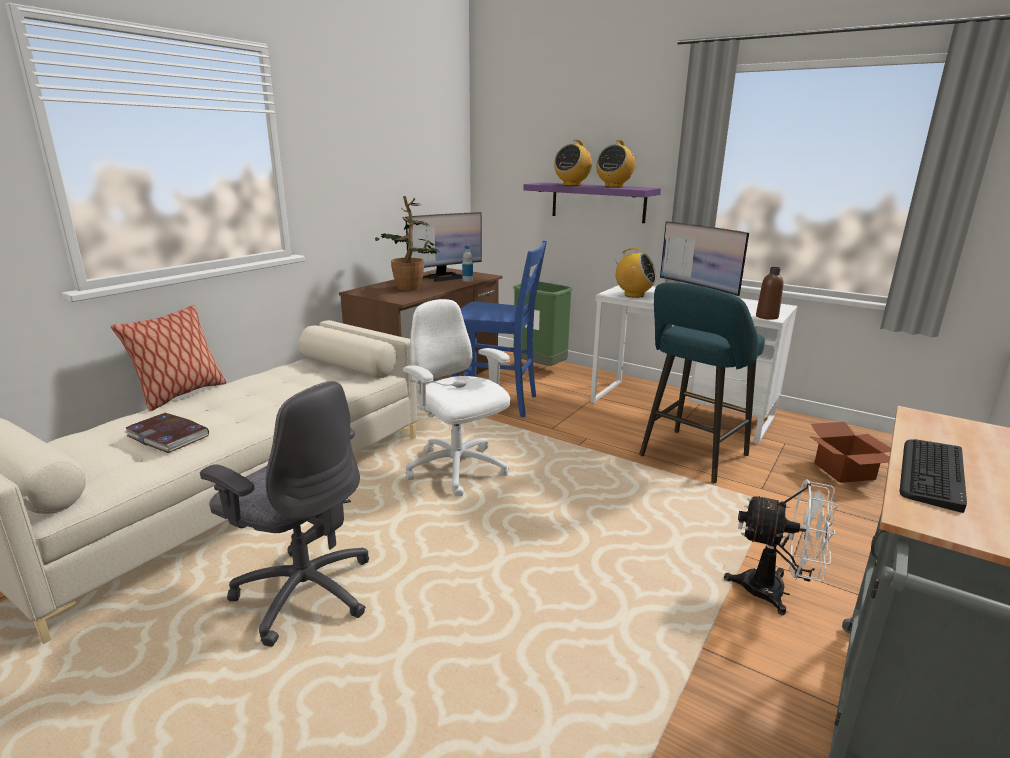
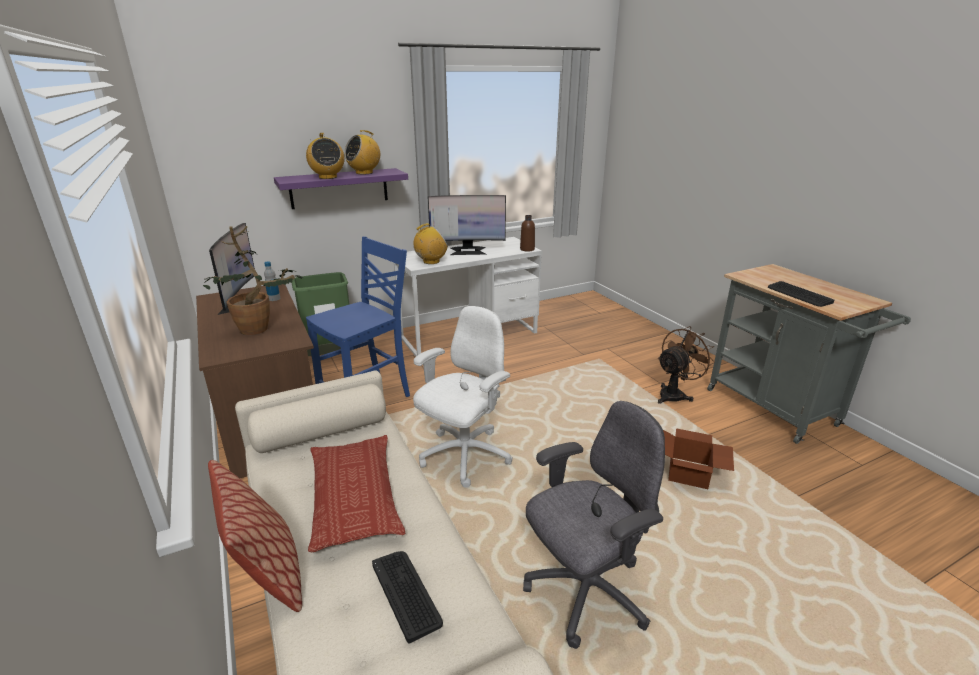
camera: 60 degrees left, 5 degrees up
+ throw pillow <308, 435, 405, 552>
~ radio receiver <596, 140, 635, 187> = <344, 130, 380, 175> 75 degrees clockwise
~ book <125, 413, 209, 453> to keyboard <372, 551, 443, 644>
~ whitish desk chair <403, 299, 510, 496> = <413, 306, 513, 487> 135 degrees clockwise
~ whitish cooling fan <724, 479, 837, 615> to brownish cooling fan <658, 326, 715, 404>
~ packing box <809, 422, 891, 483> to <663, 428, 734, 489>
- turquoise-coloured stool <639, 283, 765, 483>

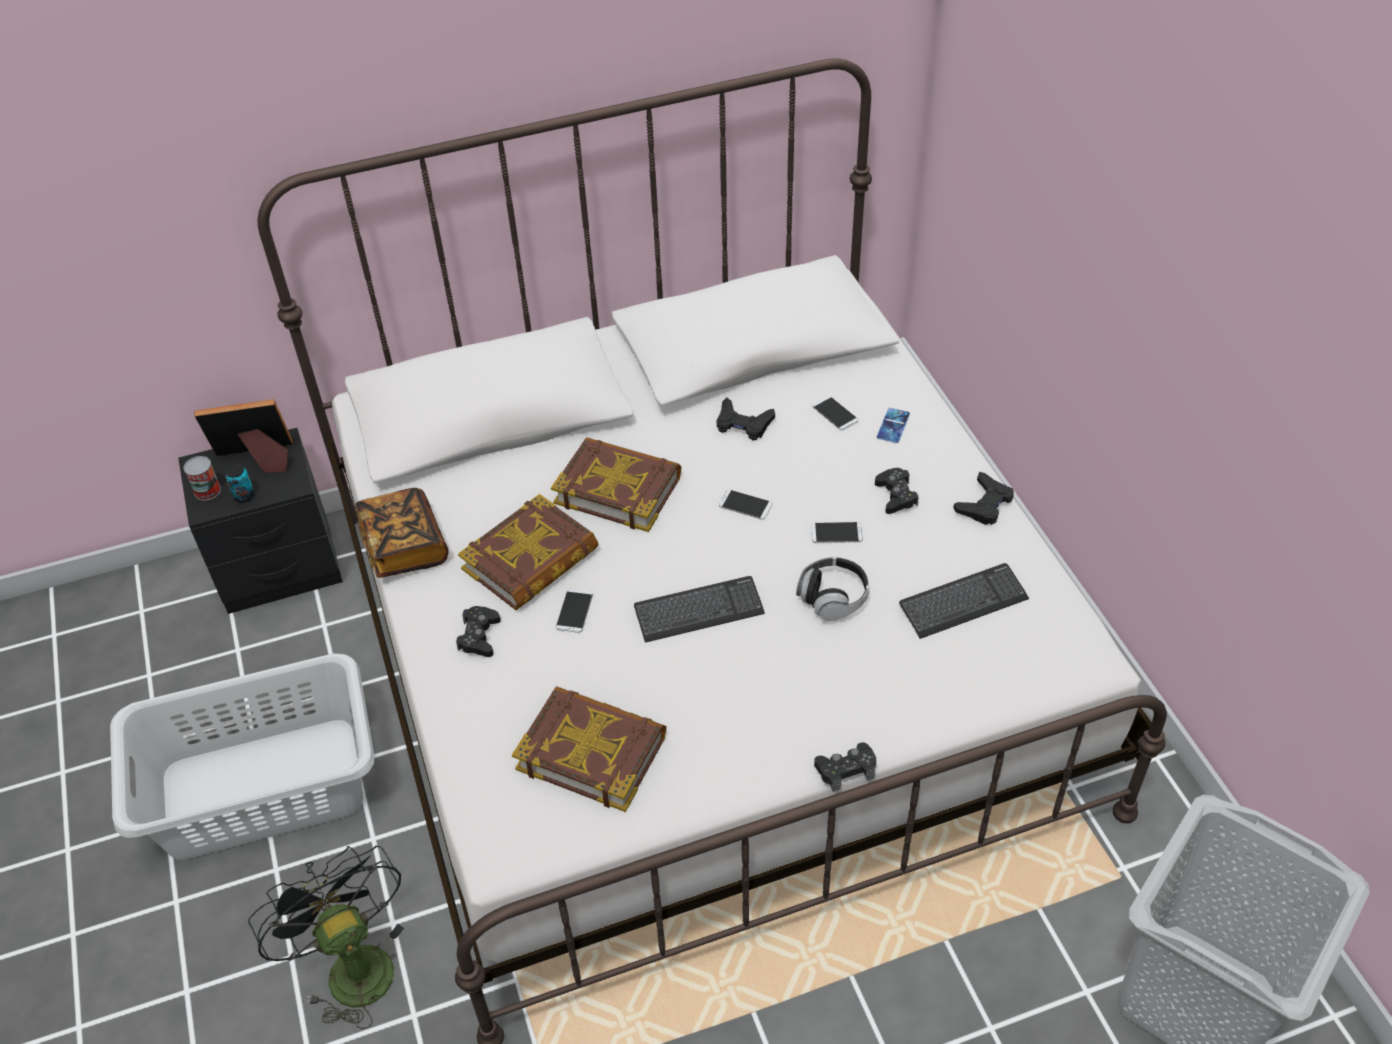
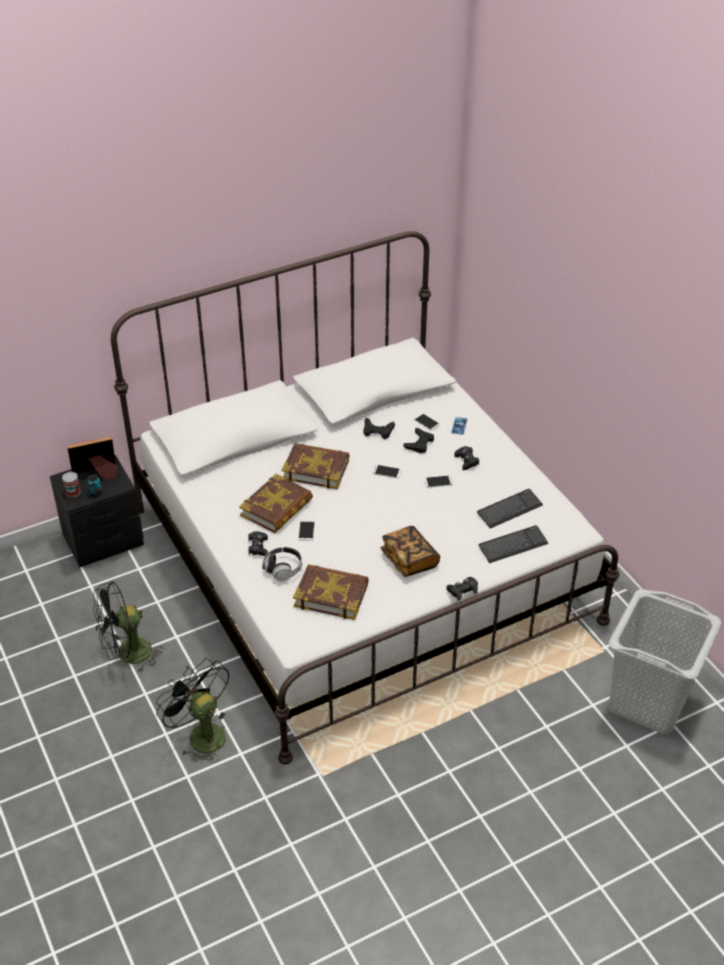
camera: 10 degrees left, 5 degrees down
~ greyish washing basket <110, 653, 374, 860> to black-coloured cooling fan <93, 581, 164, 673>
~ headphones <796, 557, 869, 621> to <262, 547, 302, 581>
~ book <355, 488, 448, 578> to <381, 526, 440, 577>
~ black-coloured gamepad <953, 472, 1014, 525> to <403, 428, 434, 453>
~ keyboard <634, 576, 765, 643> to <479, 525, 548, 563>

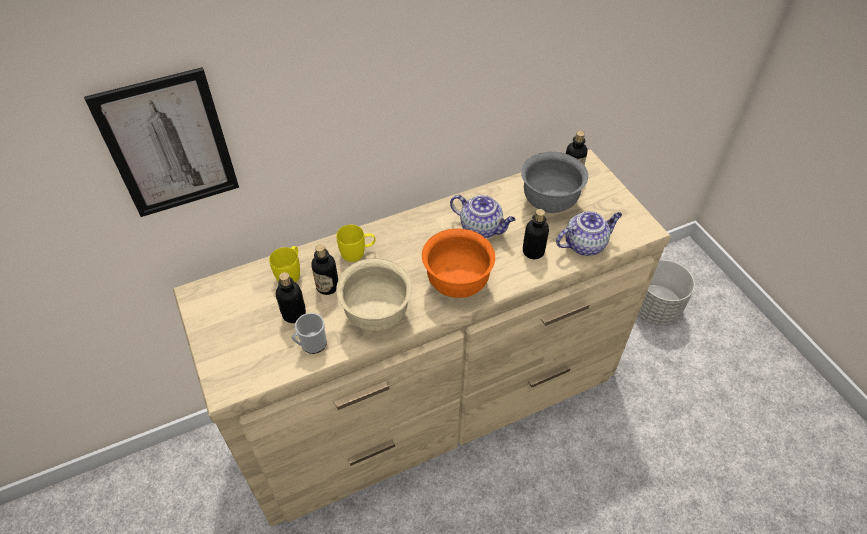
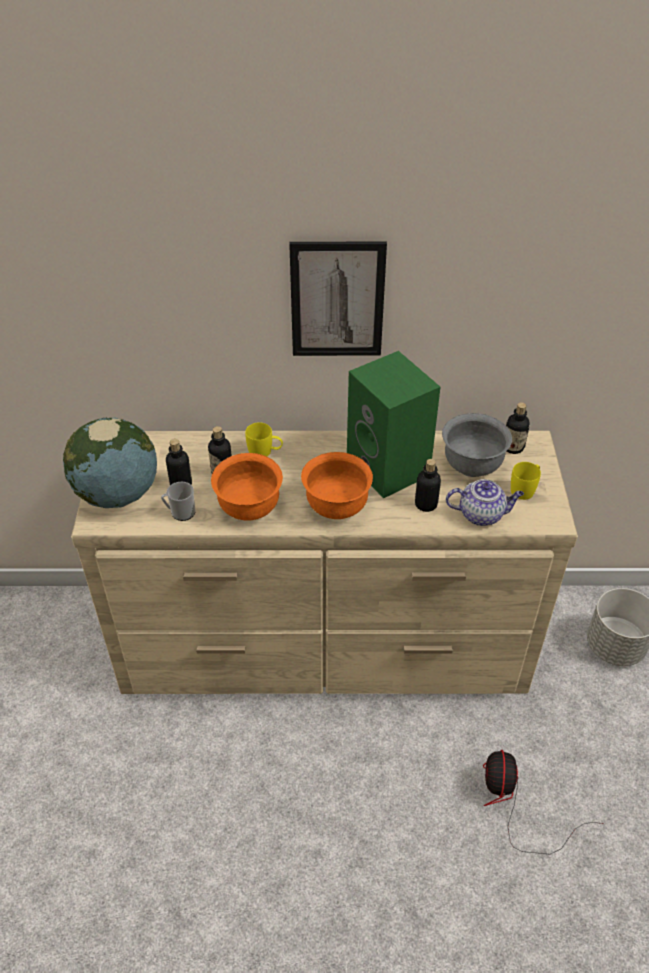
camera: 25 degrees right, 5 degrees down
+ world globe <63, 418, 157, 508>
~ sand-coloured deep dish <336, 258, 412, 331> to orange deep dish <211, 453, 283, 521>
~ wall art <84, 67, 239, 217> to <289, 242, 387, 356>
~ tea pot <450, 195, 516, 238> to greenish speaker <347, 351, 440, 498>
+ cooling fan <483, 750, 604, 854>
~ yellow mug <269, 246, 300, 283> to <511, 462, 541, 500>

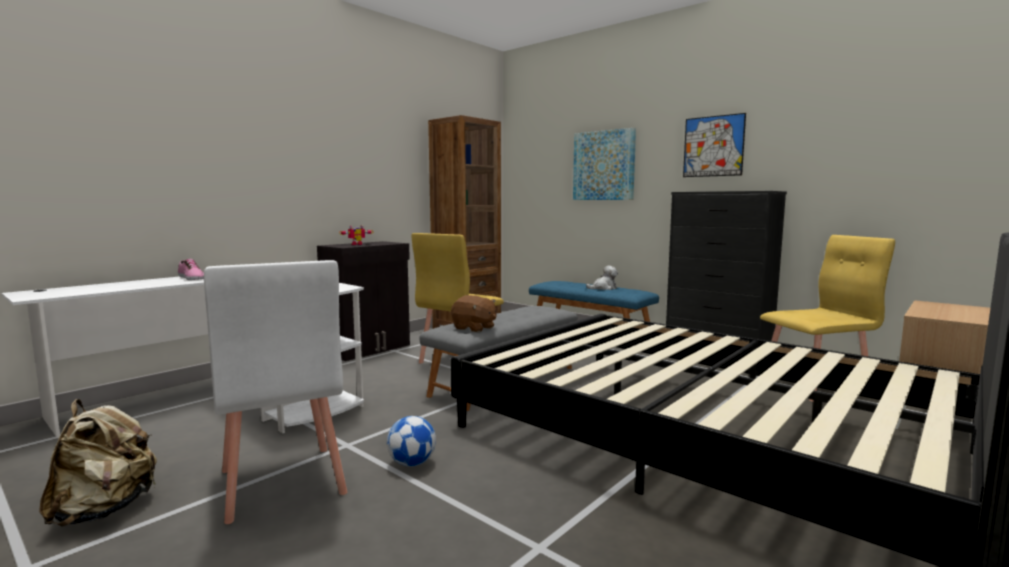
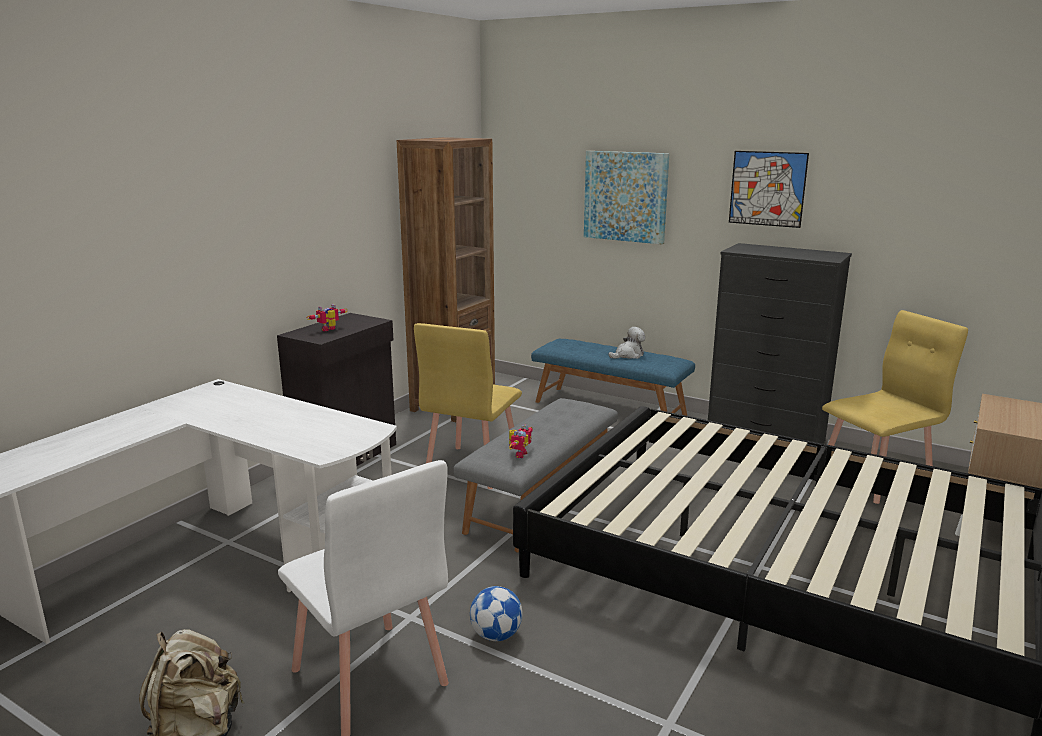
camera: 10 degrees left, 10 degrees up
~ brownish plush toy <451, 295, 497, 332> to toy robot <509, 424, 533, 458>
- item of footwear <178, 259, 204, 280>

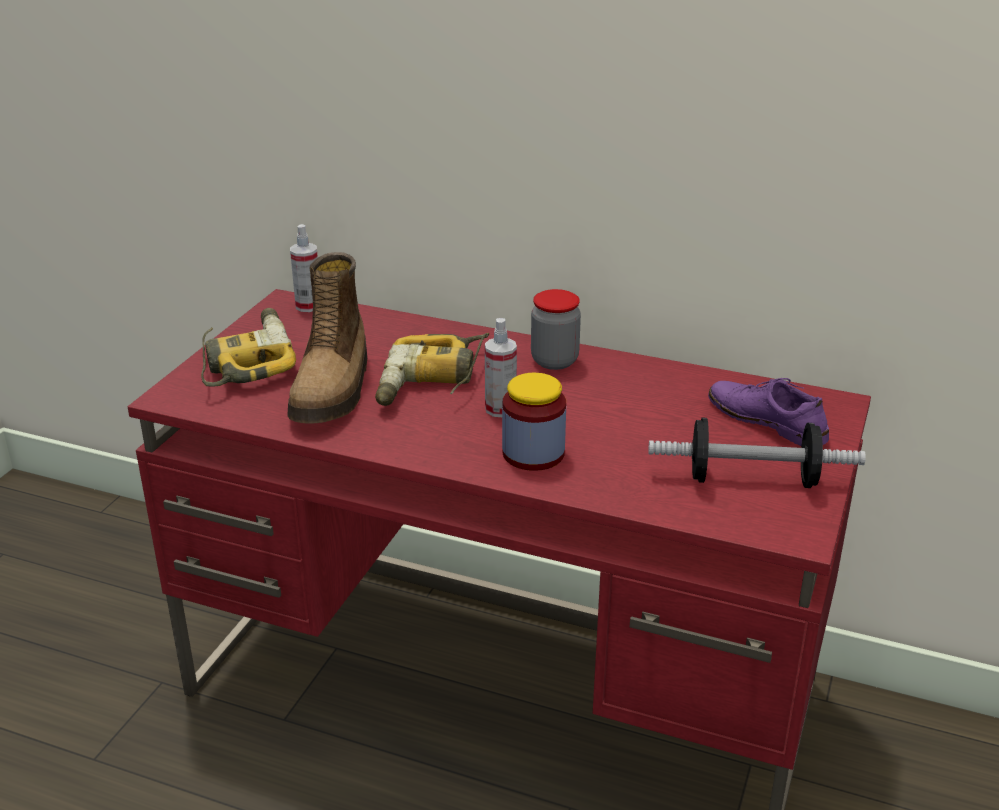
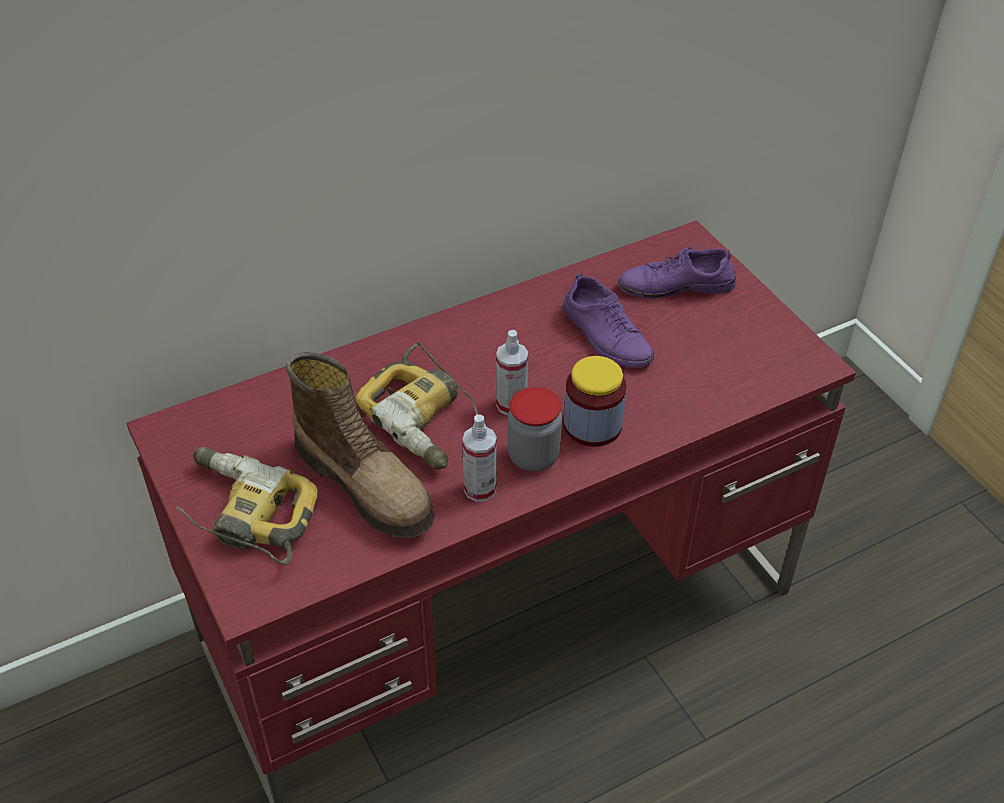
camera: 50 degrees left, 15 degrees up
~ spray bottle <290, 224, 318, 312> to <462, 414, 497, 502>
~ preserve jar <531, 289, 581, 370> to <507, 387, 562, 472>
+ purplish item of footwear <563, 272, 654, 367>
- free weight <648, 418, 866, 488>

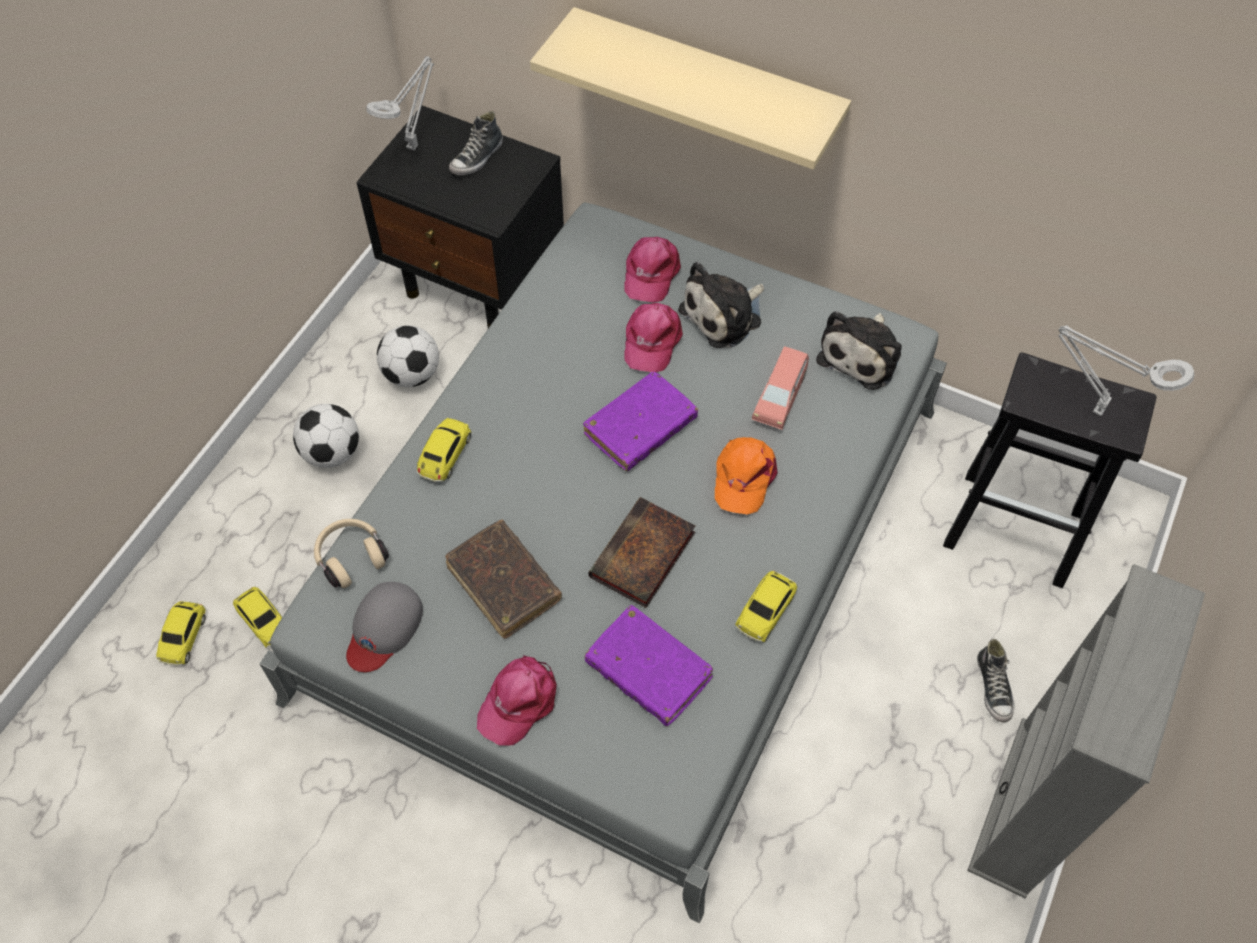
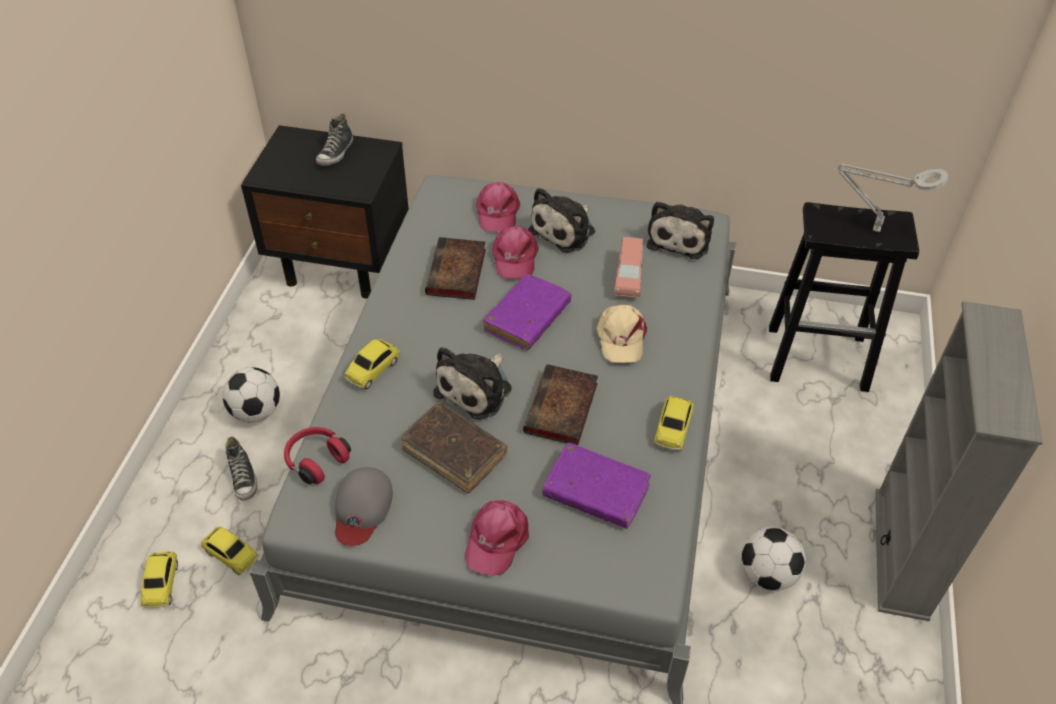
camera: 15 degrees left, 10 degrees down
~ item of footwear <977, 639, 1015, 722> to <225, 436, 257, 501>
~ sand-coloured headphones <314, 519, 389, 588> to red-coloured headphones <284, 427, 351, 484>
~ toy car <417, 418, 472, 482> = <344, 339, 400, 389> 150 degrees counterclockwise
+ book <425, 237, 486, 300>
+ plush toy <433, 347, 512, 420>
~ orange cap <715, 437, 778, 515> to sand-coloured cap <597, 305, 647, 363>
~ ball for football <377, 325, 439, 387> to <741, 527, 806, 591>
- greyish table lamp <366, 56, 434, 150>
- sand-coloured bracket shelf <530, 7, 851, 170>

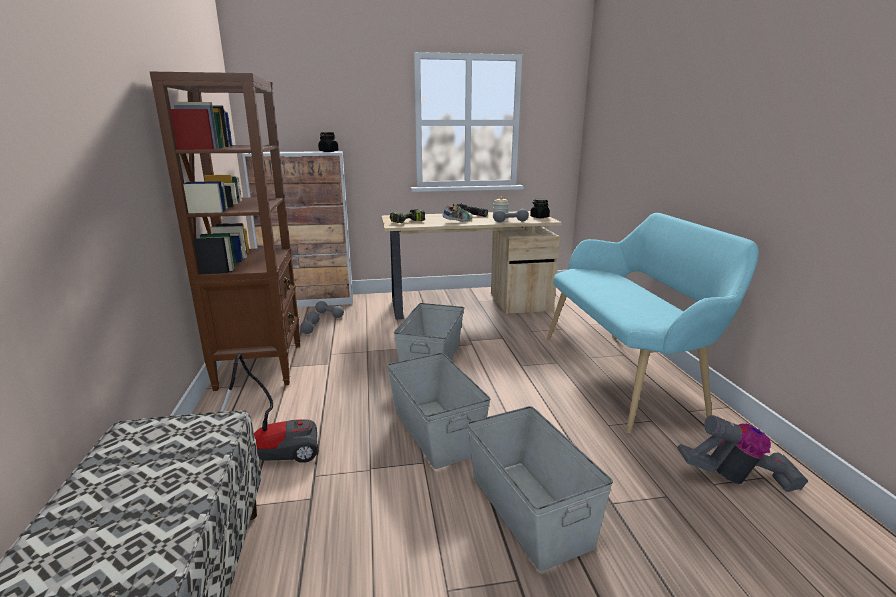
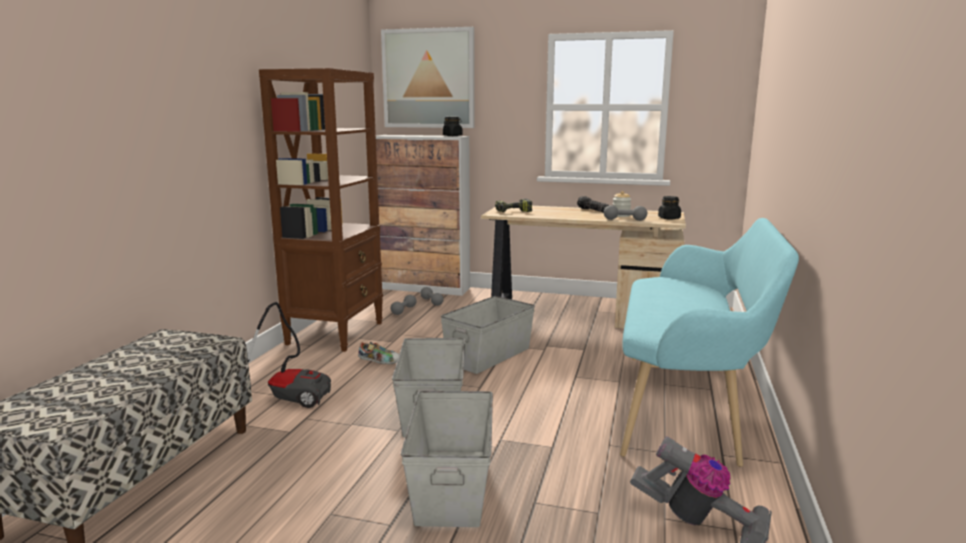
camera: 25 degrees right, 5 degrees down
~ item of footwear <442, 204, 472, 221> to <358, 342, 399, 364>
+ wall art <381, 27, 474, 128>

